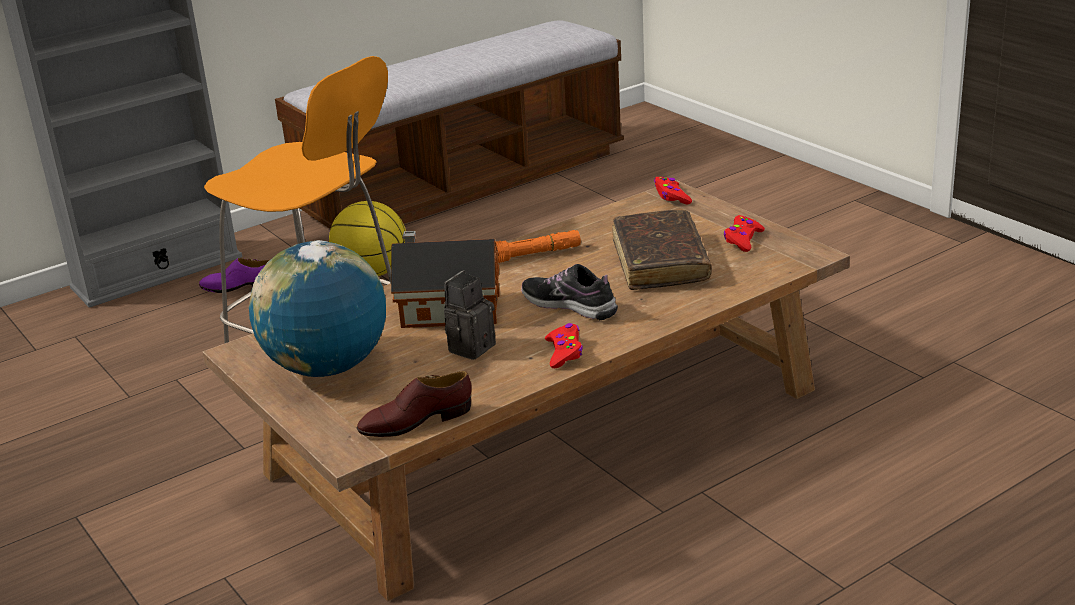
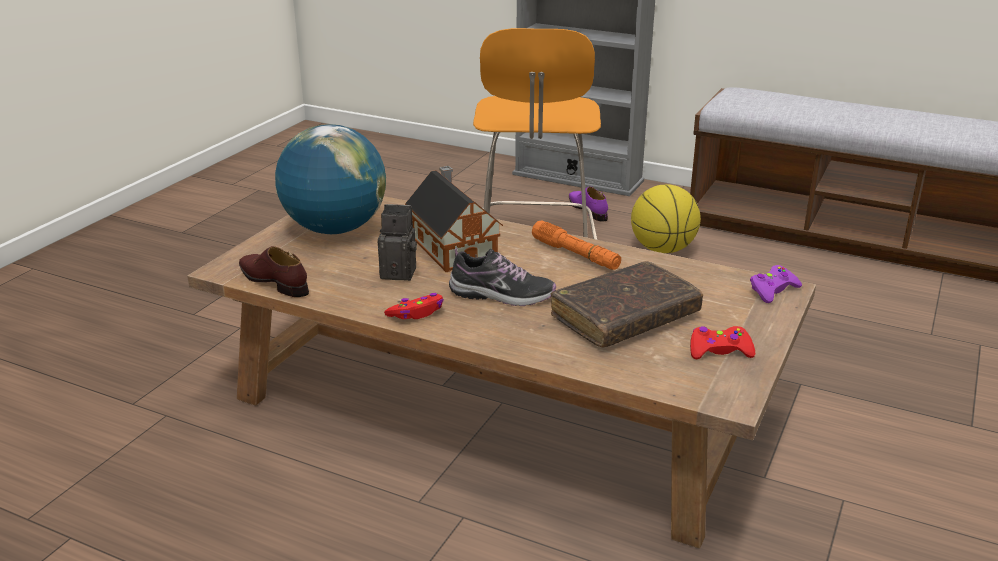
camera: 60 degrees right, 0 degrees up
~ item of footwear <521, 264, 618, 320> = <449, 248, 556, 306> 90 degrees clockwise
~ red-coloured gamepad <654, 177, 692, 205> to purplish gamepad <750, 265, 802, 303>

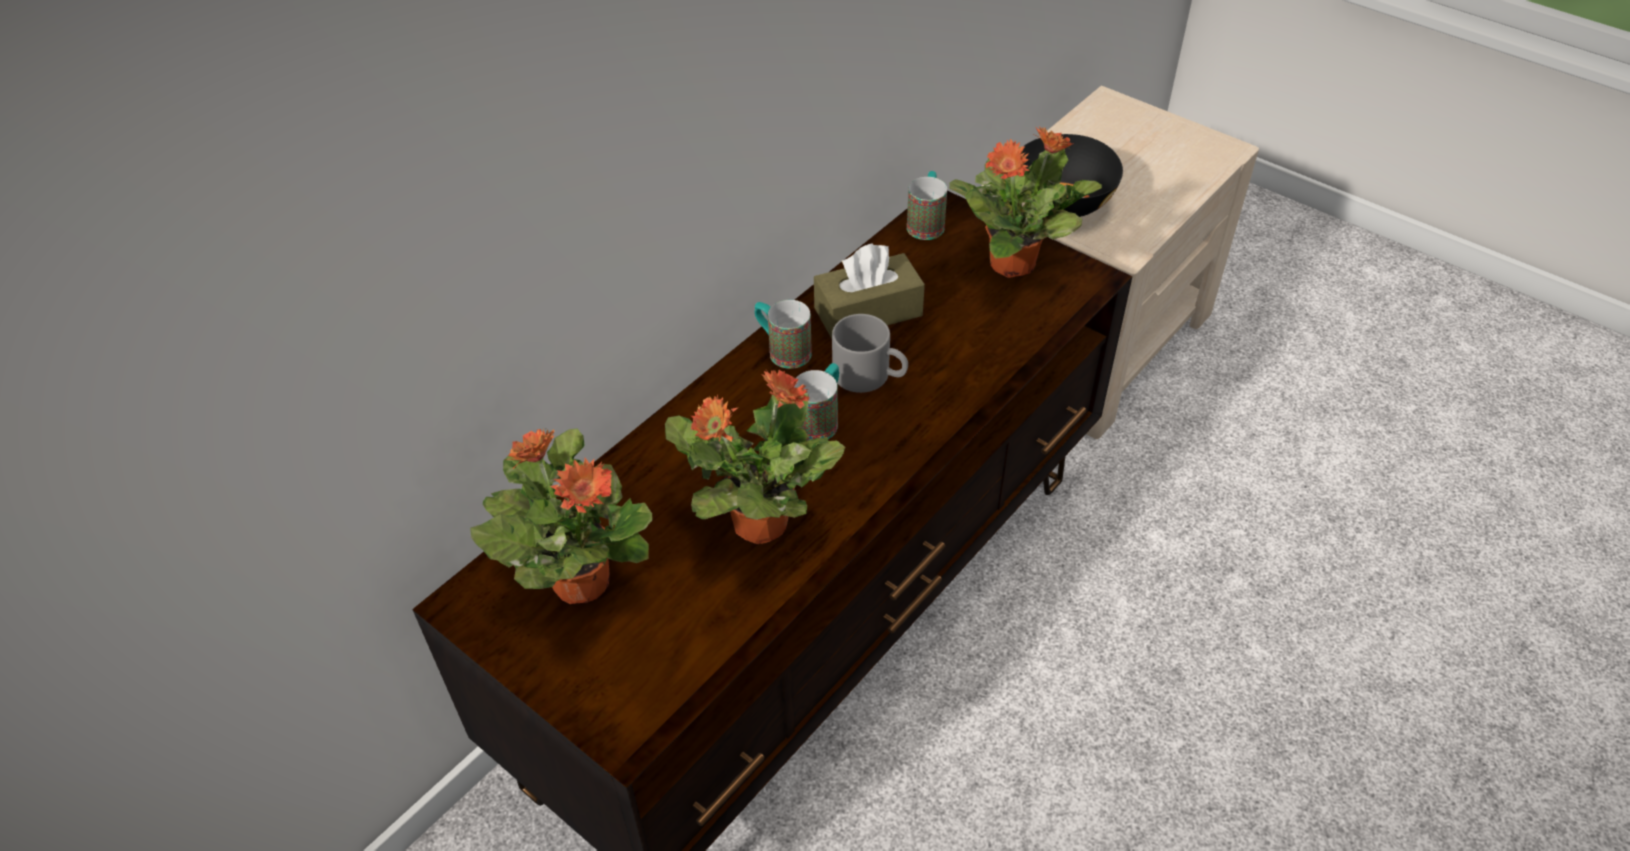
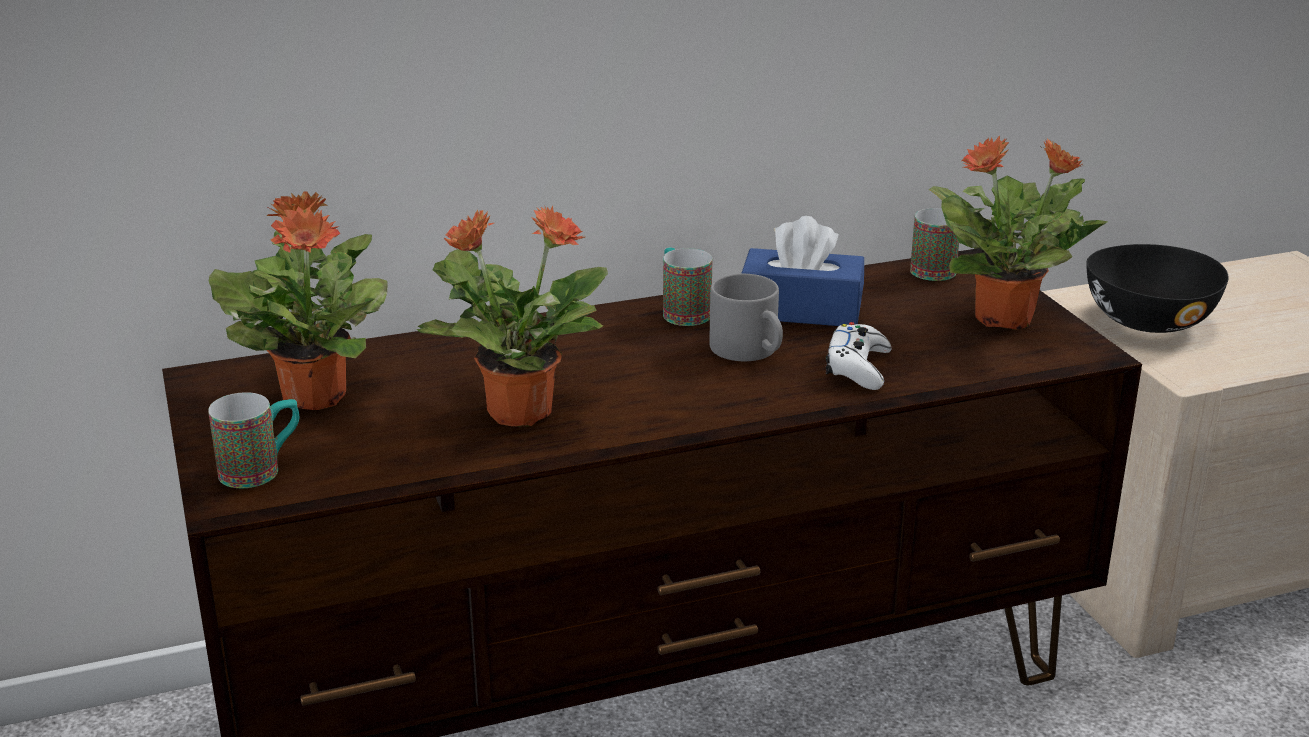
camera: 30 degrees right, 20 degrees down
~ mug <794, 363, 839, 441> to <208, 392, 299, 488>
~ brownish tissue box <814, 243, 925, 339> to blue tissue box <742, 216, 864, 326>
+ whitish gamepad <826, 322, 892, 390>

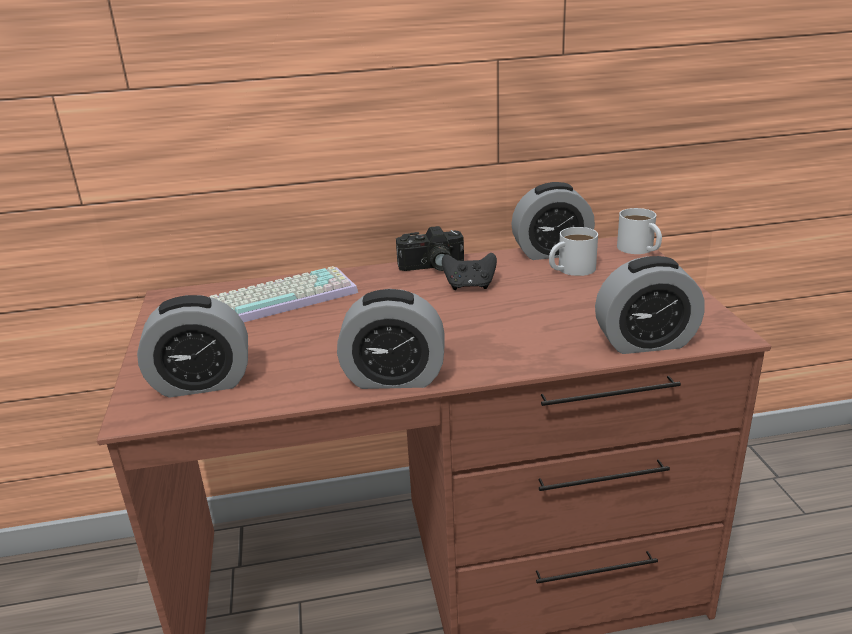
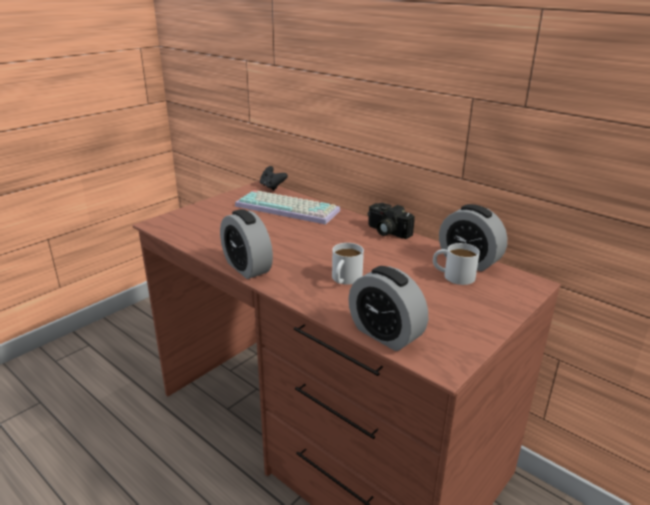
camera: 50 degrees right, 0 degrees up
~ black-coloured gamepad <442, 253, 497, 290> to <260, 166, 288, 191>
~ whitish mug <617, 208, 662, 254> to <332, 243, 364, 285>
- table clock <137, 295, 248, 398>

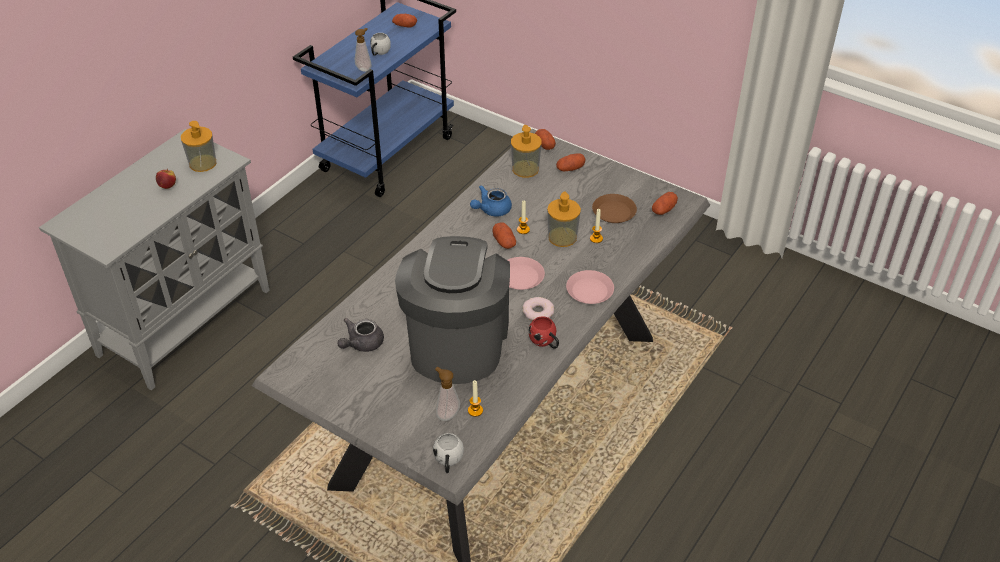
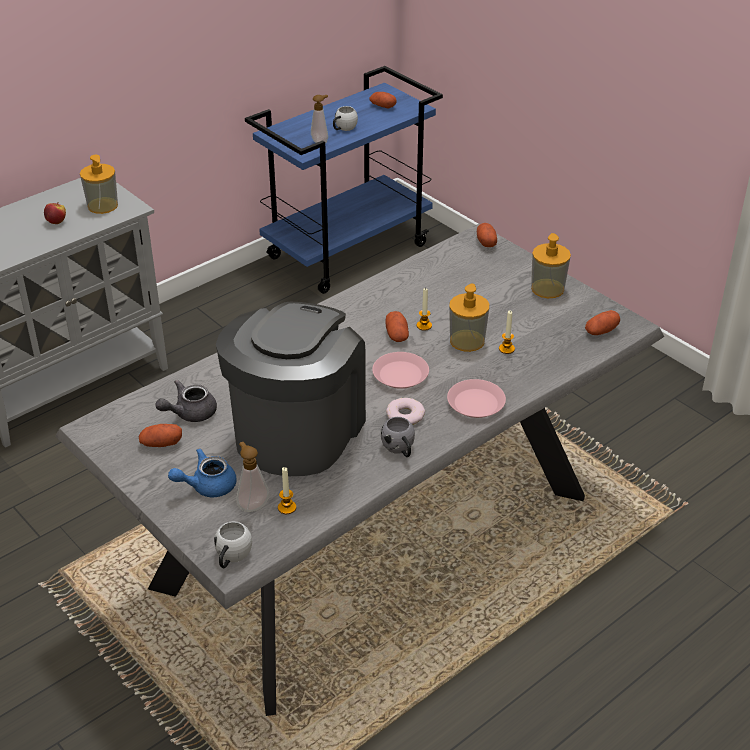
camera: 15 degrees right, 5 degrees down
~ potato <556, 153, 586, 171> to <139, 424, 182, 447>
~ blue tea pot <470, 185, 512, 217> to <168, 448, 237, 497>
~ red-coloured mug <528, 316, 559, 349> to greyish mug <381, 417, 415, 457>
~ soap bottle <511, 125, 542, 178> to <531, 233, 571, 298>
- brownish flat dish <592, 194, 637, 223>

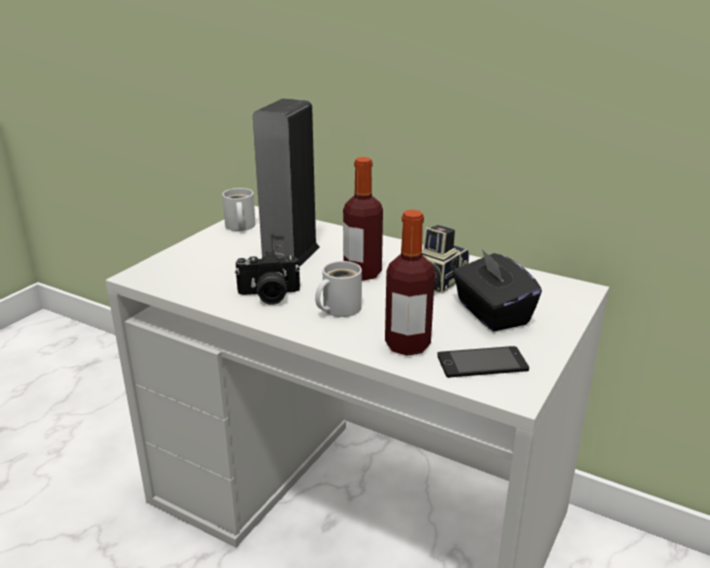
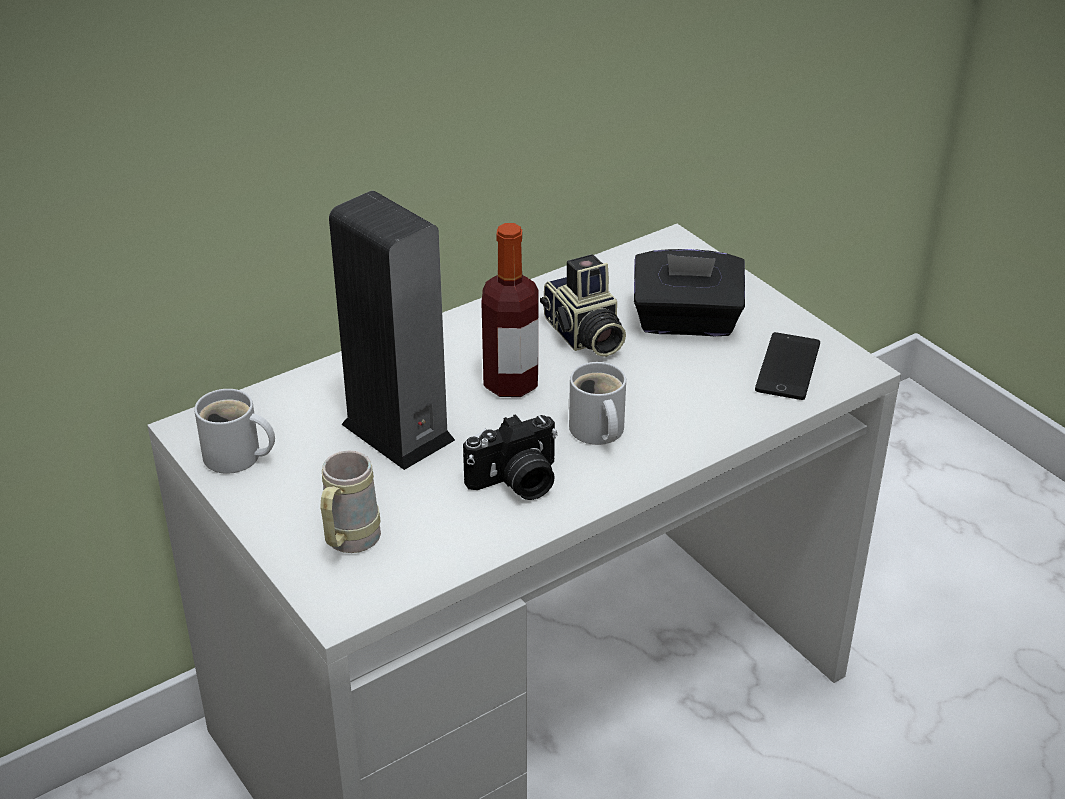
camera: 65 degrees left, 10 degrees up
+ sand-coloured mug <320, 451, 381, 553>
~ photo camera <235, 251, 300, 305> = <463, 414, 557, 500> 45 degrees clockwise
- beverage bottle <385, 210, 435, 356>

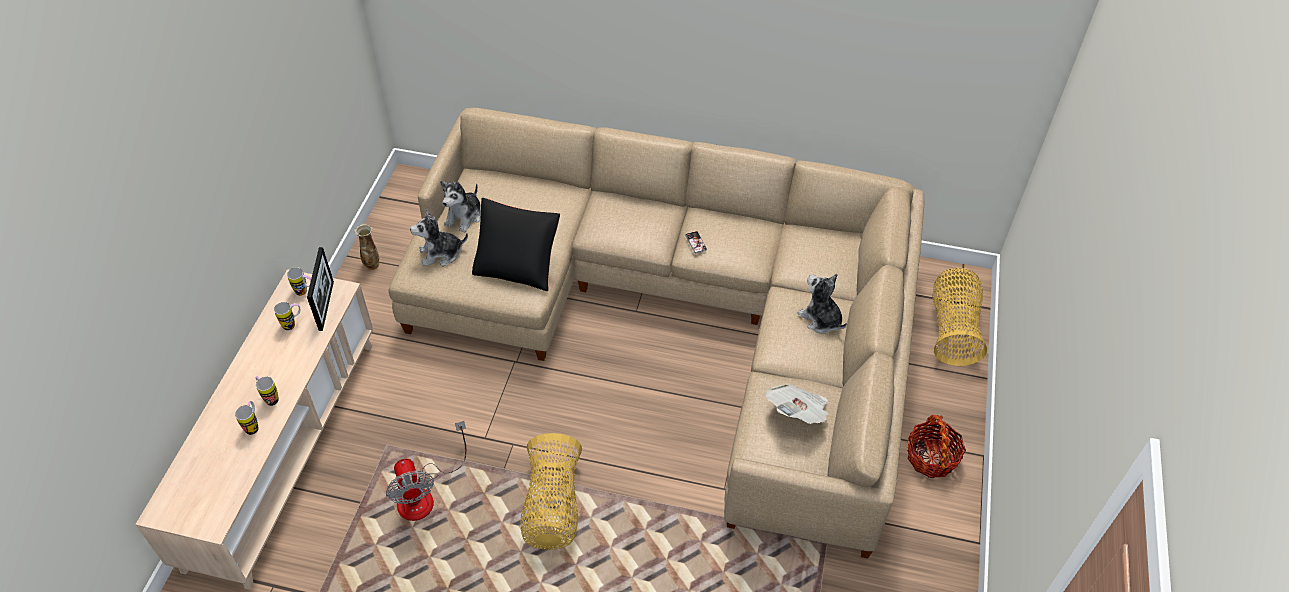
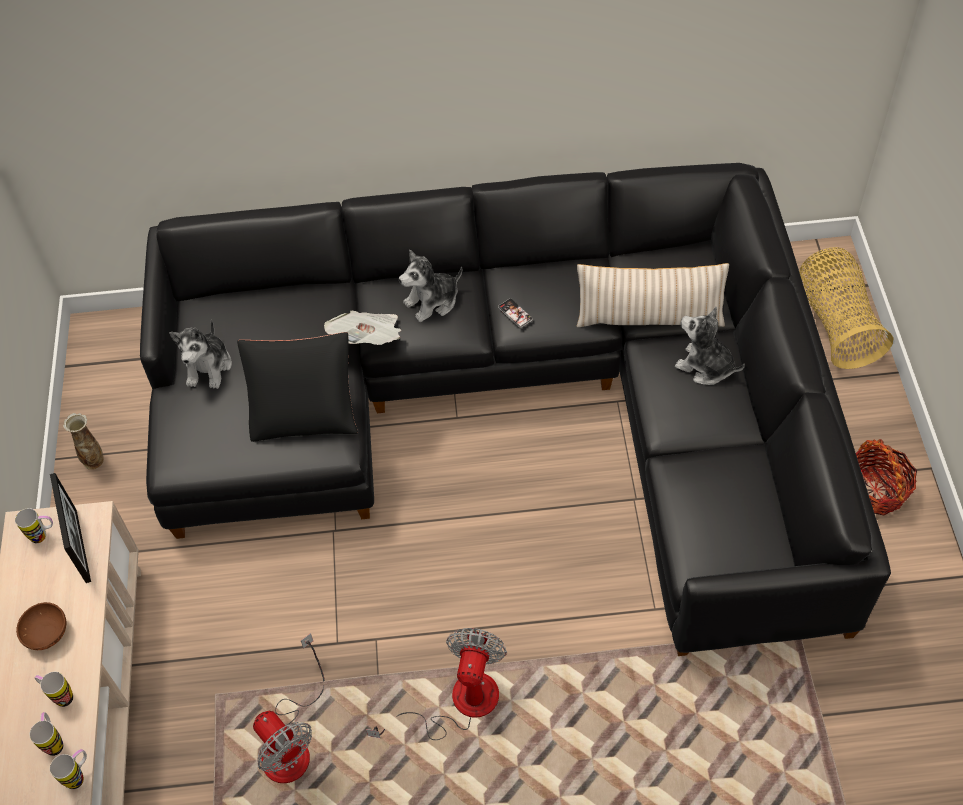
camera: 15 degrees left, 5 degrees up
+ brownish deep dish <16, 602, 66, 650>
~ mug <274, 302, 300, 331> to <50, 749, 87, 789>
~ sand-coloured sofa <388, 108, 924, 559> to black-coloured sofa <140, 163, 891, 656>
~ daily paper <766, 383, 829, 424> to <324, 311, 401, 345>
~ basket <521, 433, 582, 550> to cooling fan <366, 628, 507, 740>
~ plush toy <410, 209, 468, 266> to <399, 250, 462, 322>
+ sand-coloured throw pillow <576, 263, 729, 327>

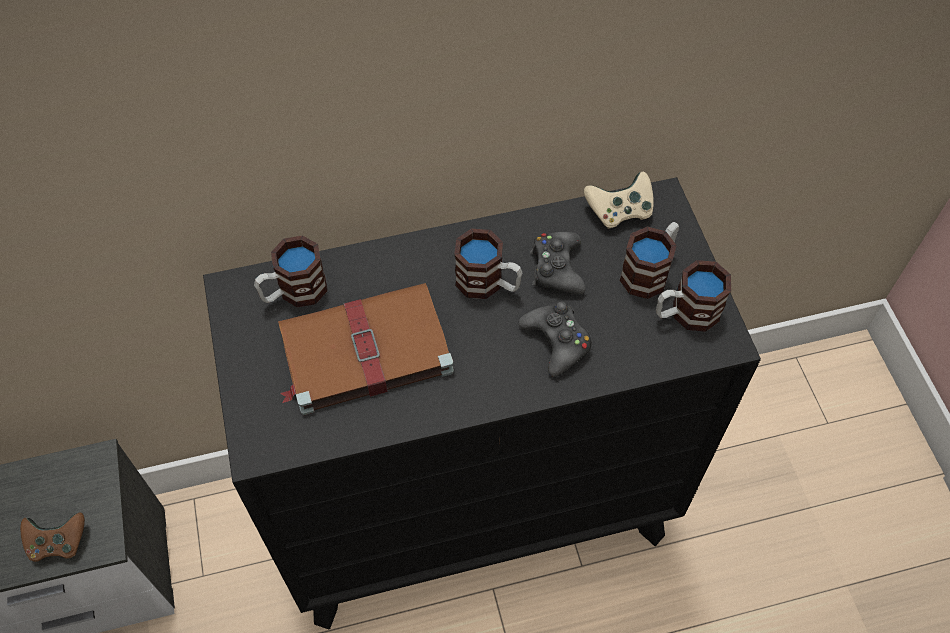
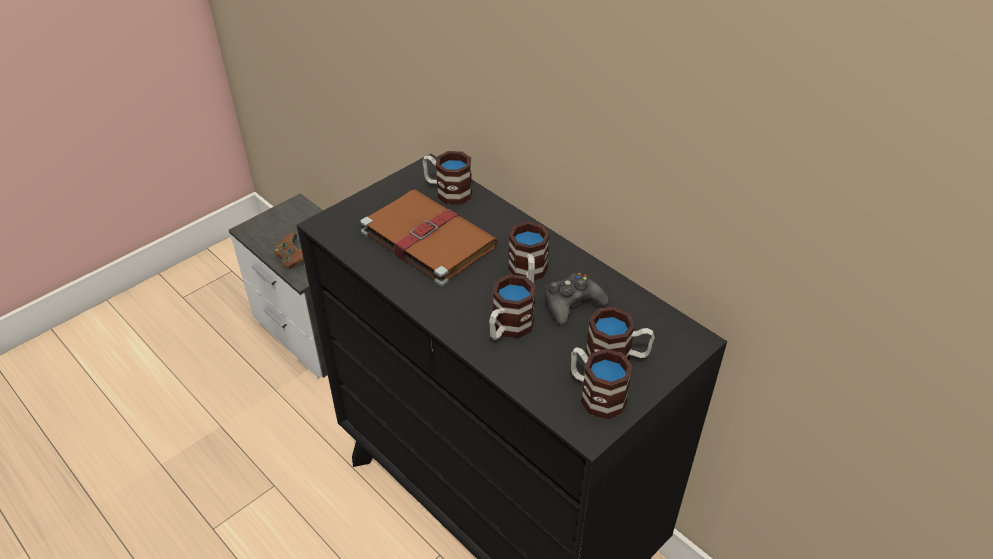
camera: 60 degrees right, 15 degrees down
~ black-coloured gamepad <518, 302, 592, 377> to mug <489, 274, 536, 340>
- sand-coloured gamepad <584, 172, 654, 229>

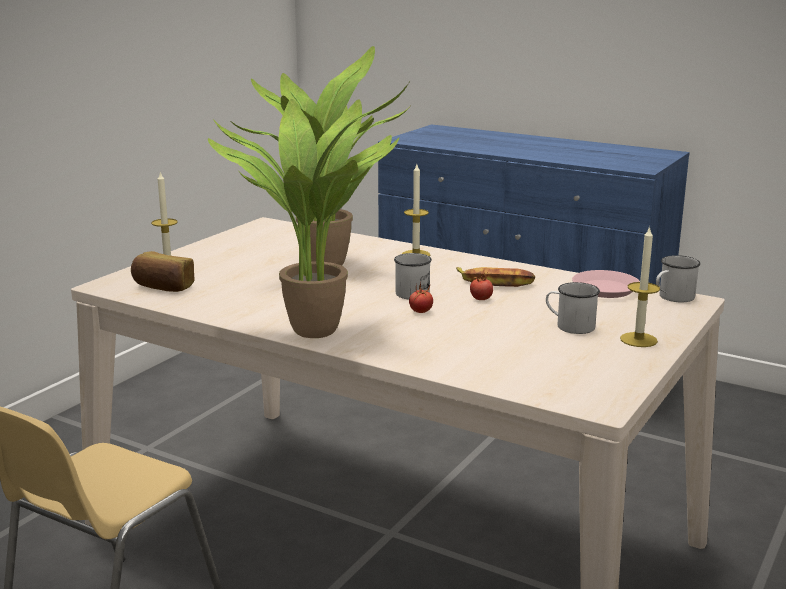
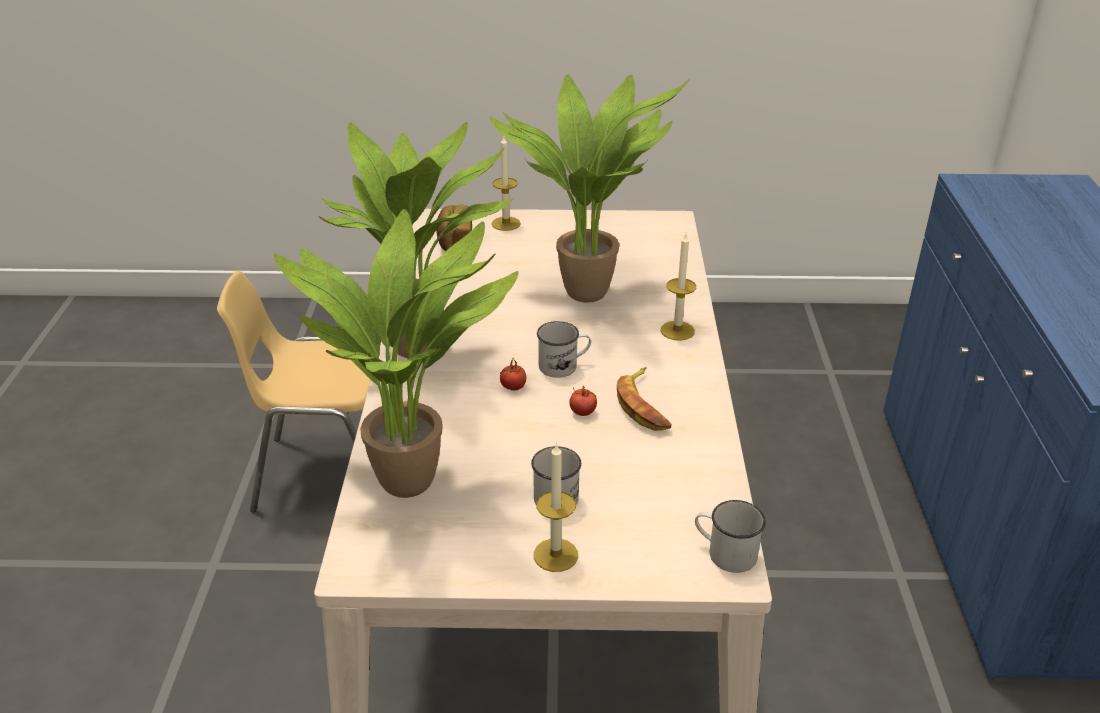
camera: 60 degrees right, 15 degrees up
+ potted plant <274, 209, 519, 498>
- pinkish flat dish <572, 270, 640, 298>

